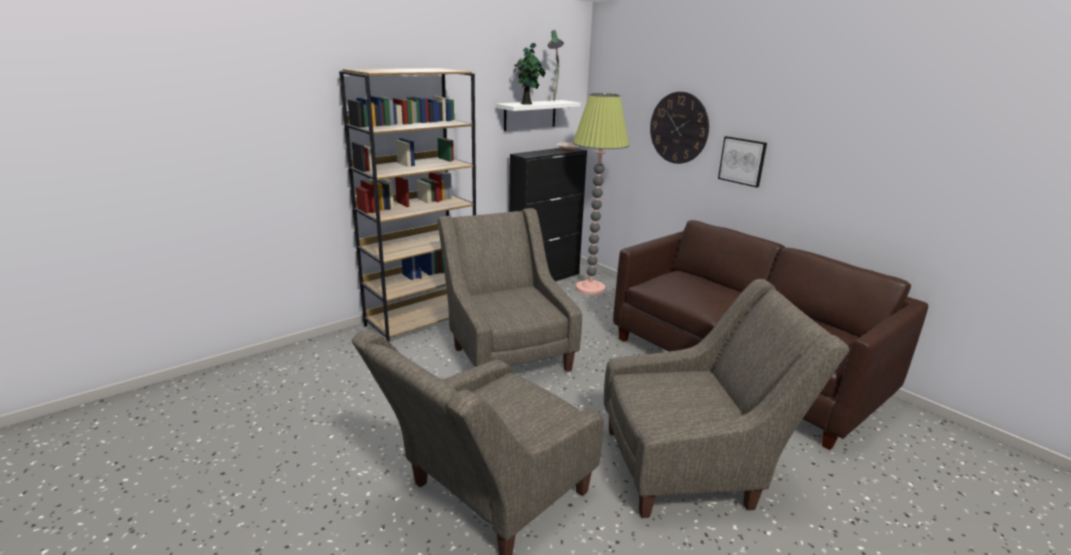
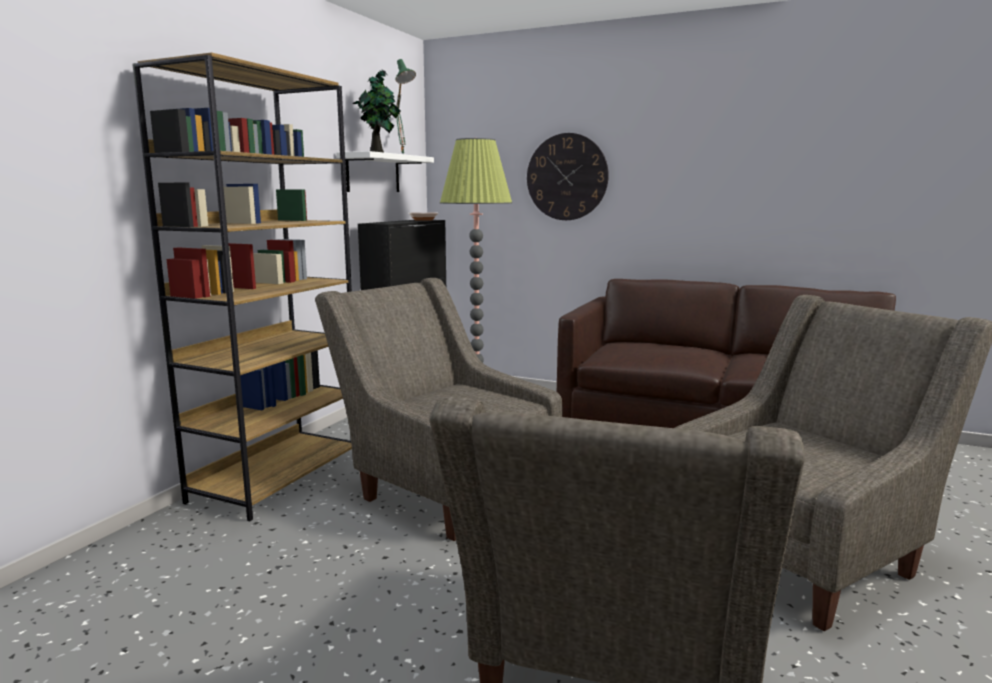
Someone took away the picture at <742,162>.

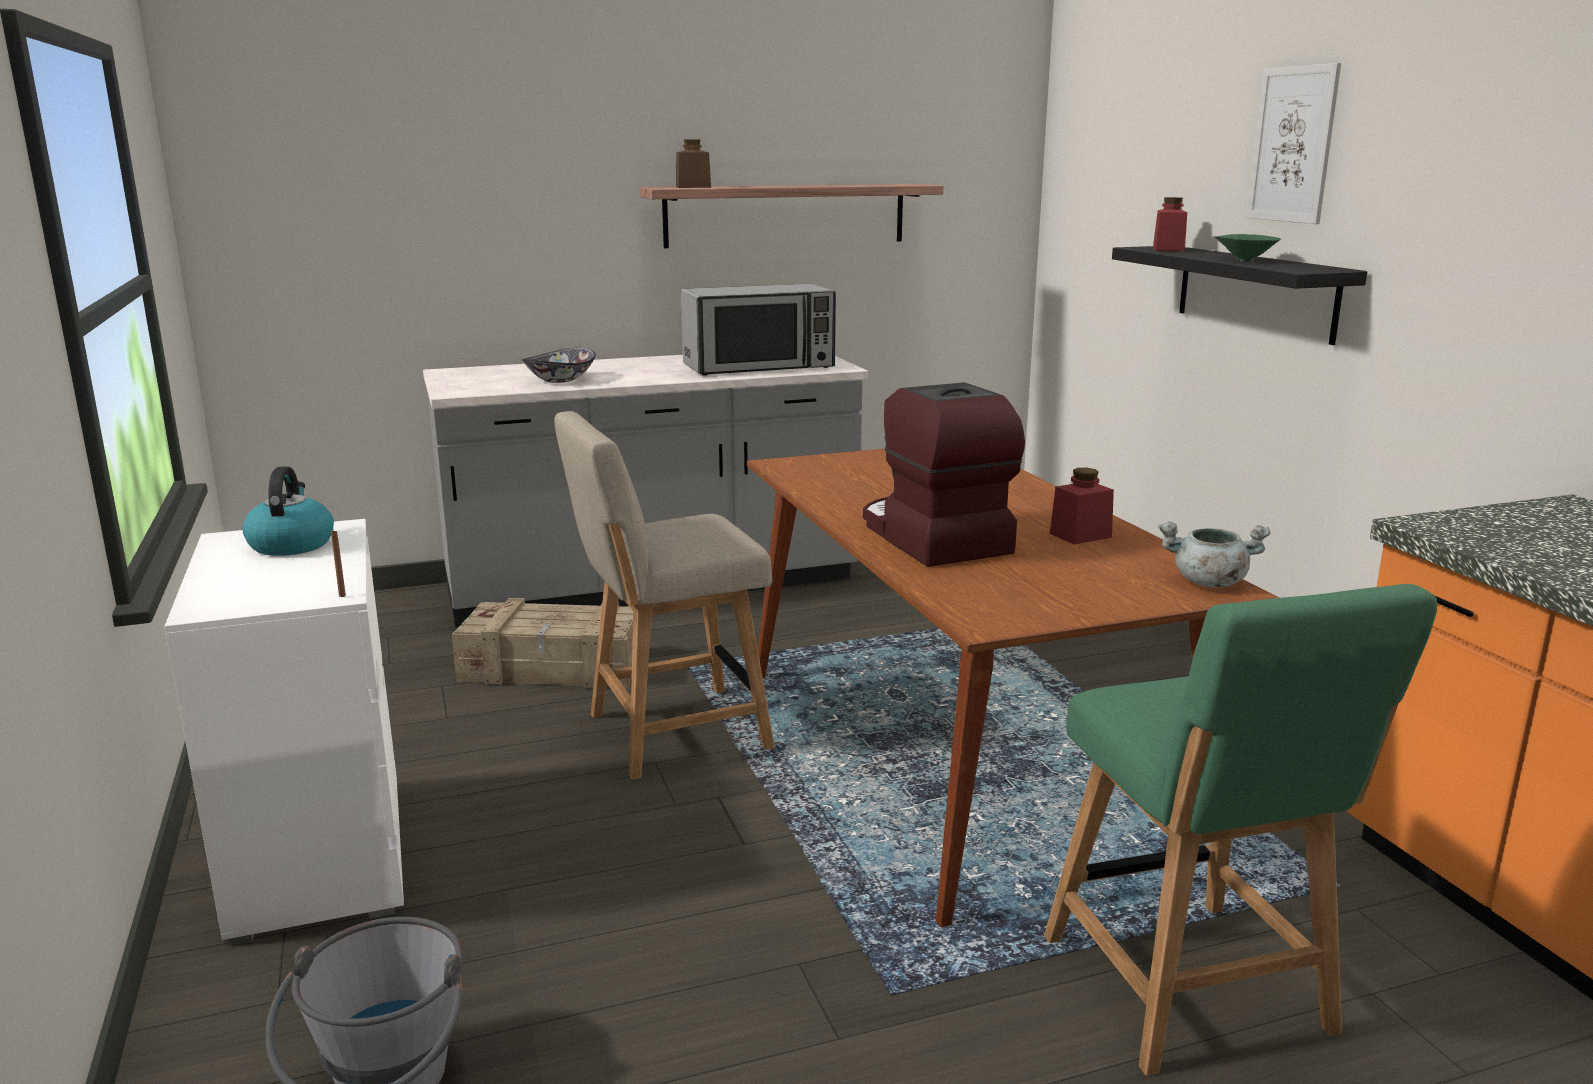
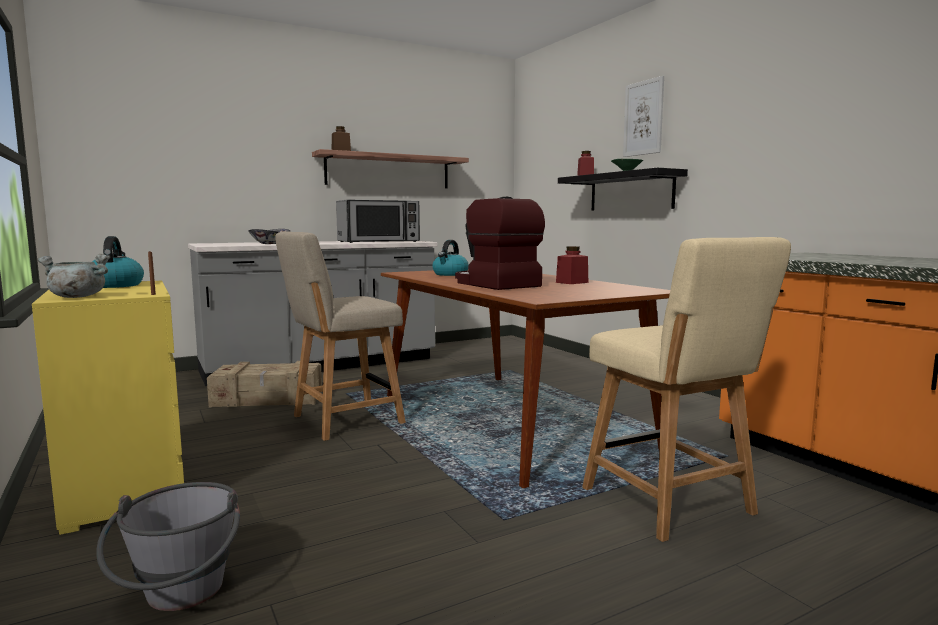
Someone repainted the white dresser at <284,732>, which became the yellow dresser at <108,407>.
Someone carried the grey cooking pot from <1214,554> to <74,276>.
Someone put down the kettle at <450,258>.
Someone repainted the green chair at <1240,830>, which became the beige chair at <686,389>.

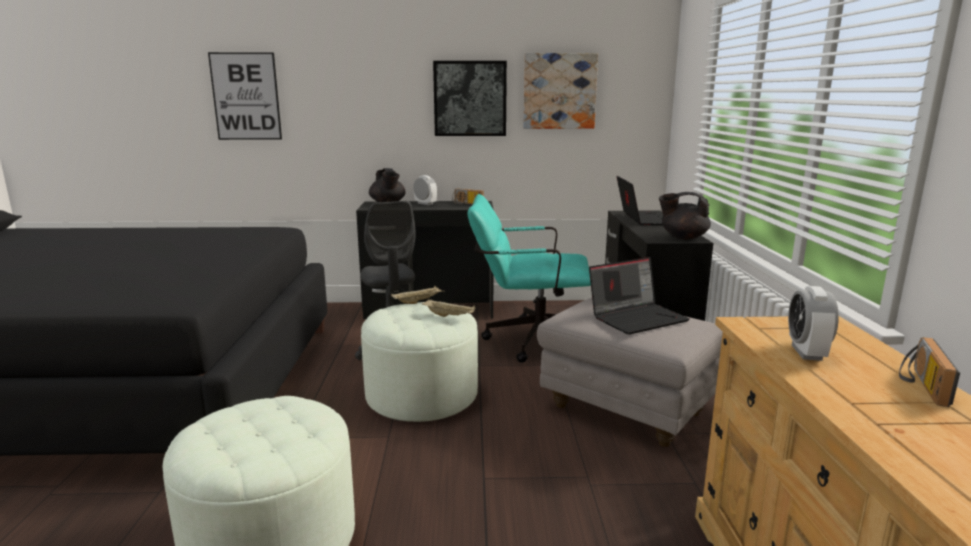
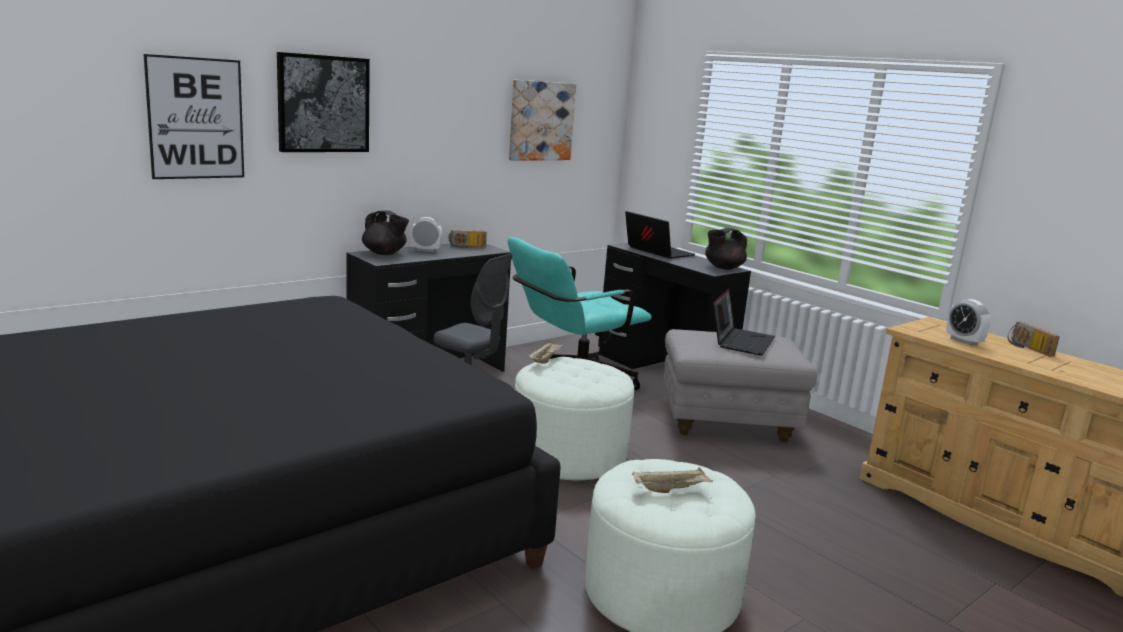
Someone carried the picture from <470,98> to <323,102>.
Someone carried the beige tray from <449,308> to <672,480>.

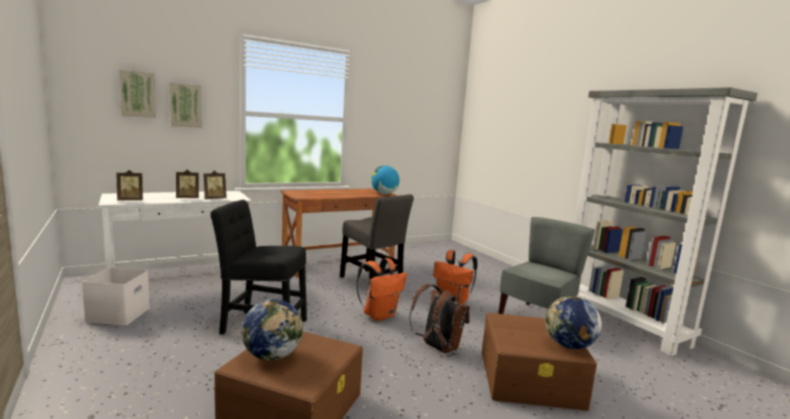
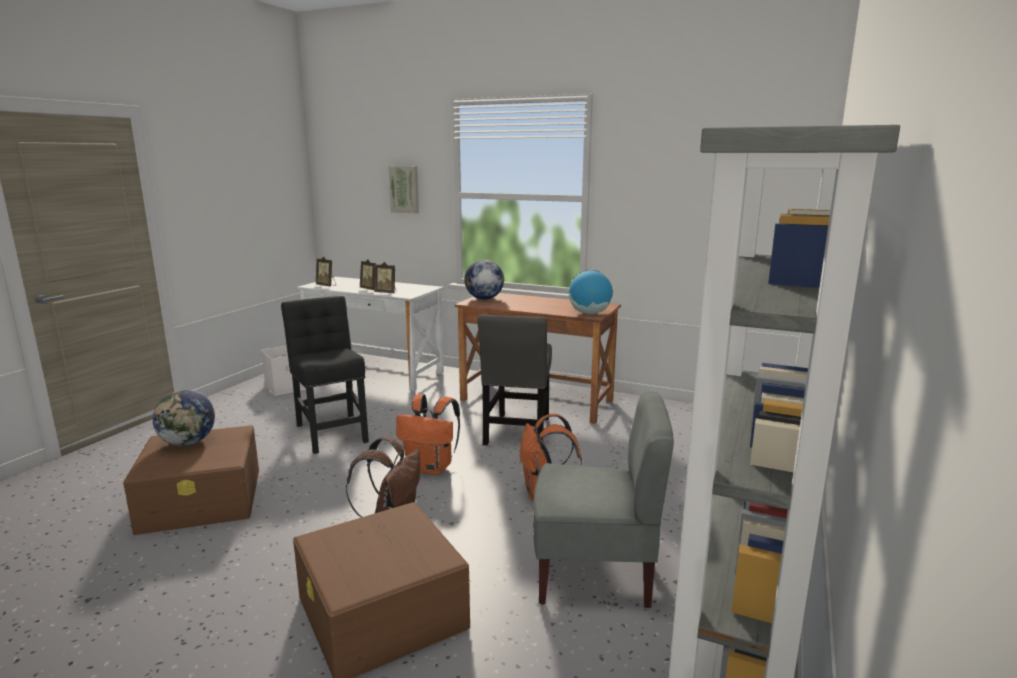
Someone carried the globe from <573,322> to <484,280>.
Someone took away the picture at <137,94>.

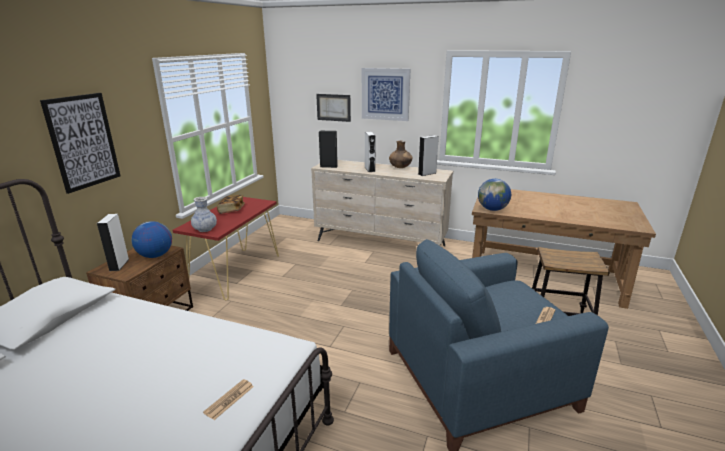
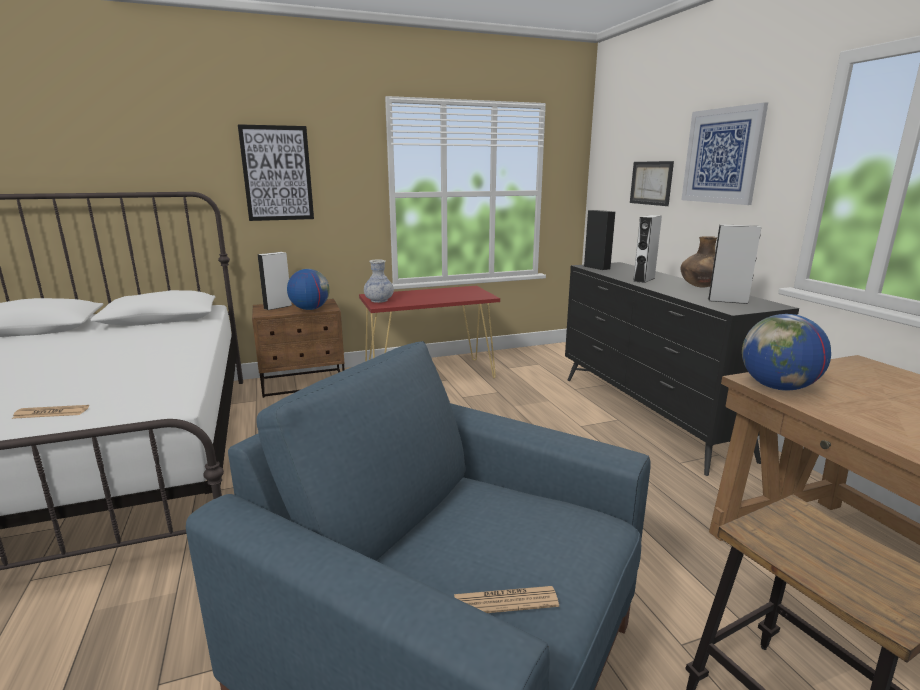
Someone repainted the beige dresser at <382,203>, which became the black dresser at <682,369>.
Someone took away the book at <231,204>.

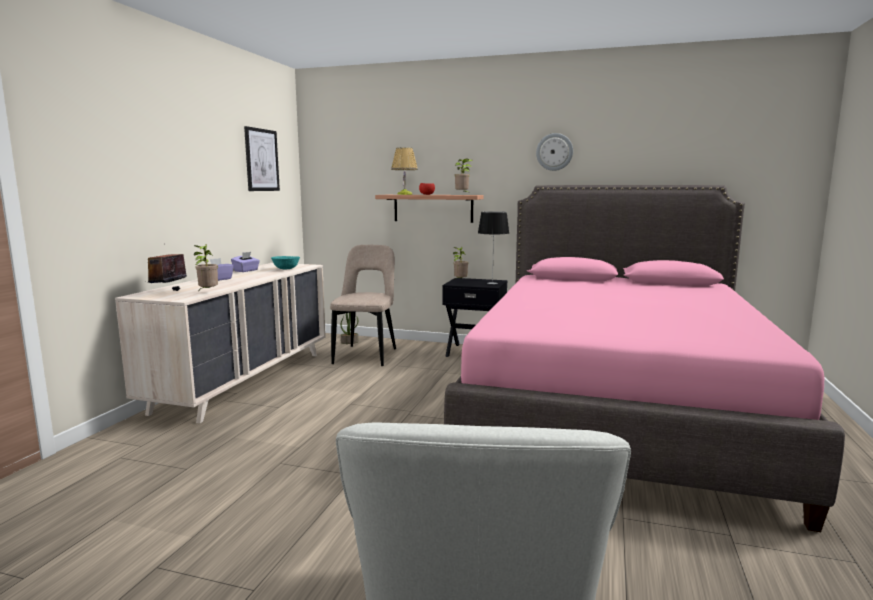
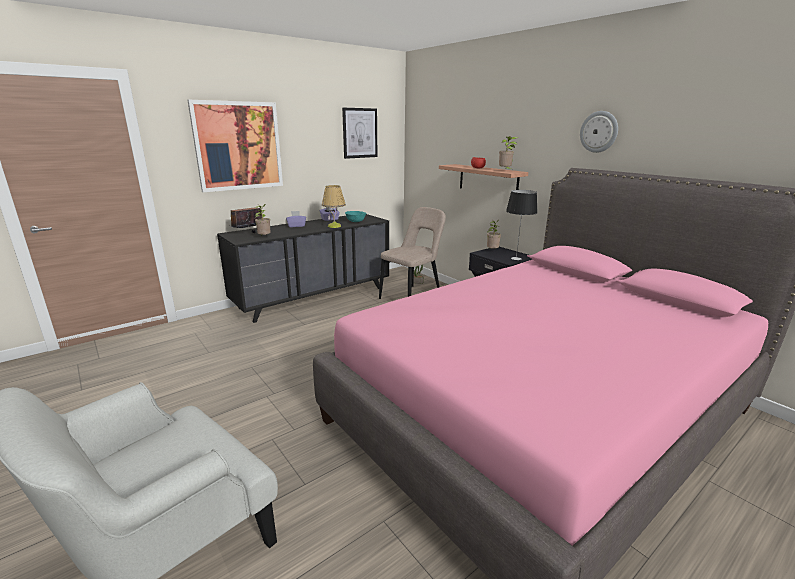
Someone put up the picture at <235,146>.
Someone repainted the beige dresser at <220,343>, which became the black dresser at <303,268>.
Someone carried the table lamp from <404,171> to <334,206>.

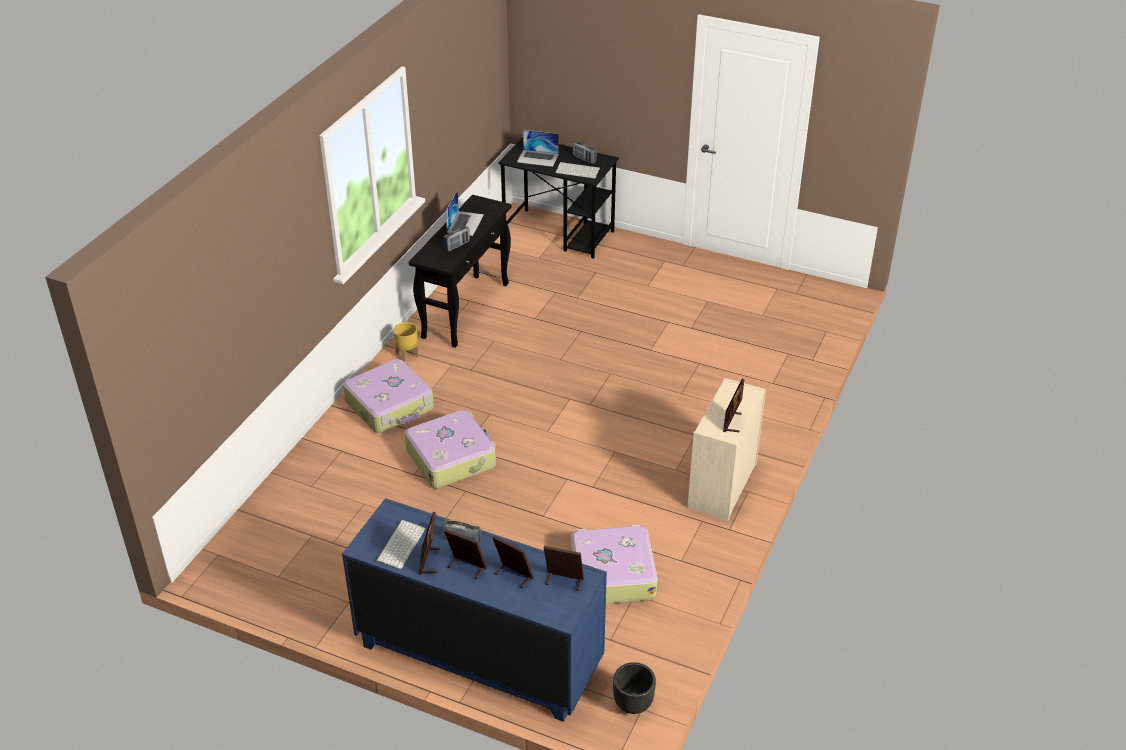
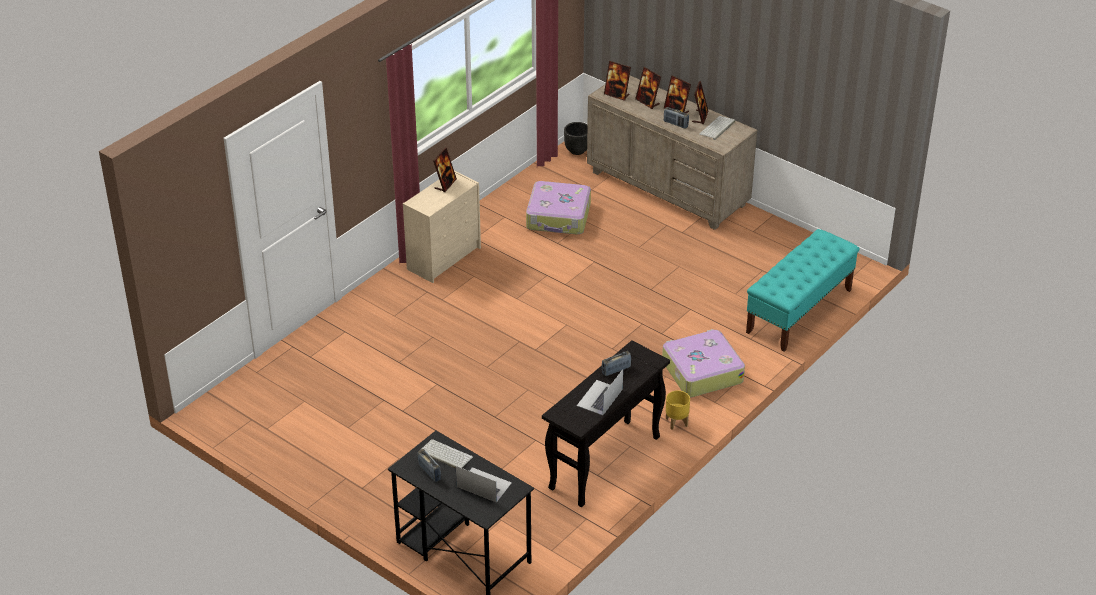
Someone repainted the blue dresser at <474,610>, which became the beige dresser at <672,153>.
Someone put down the turquoise bench at <803,290>.
Someone took away the suitcase at <450,449>.

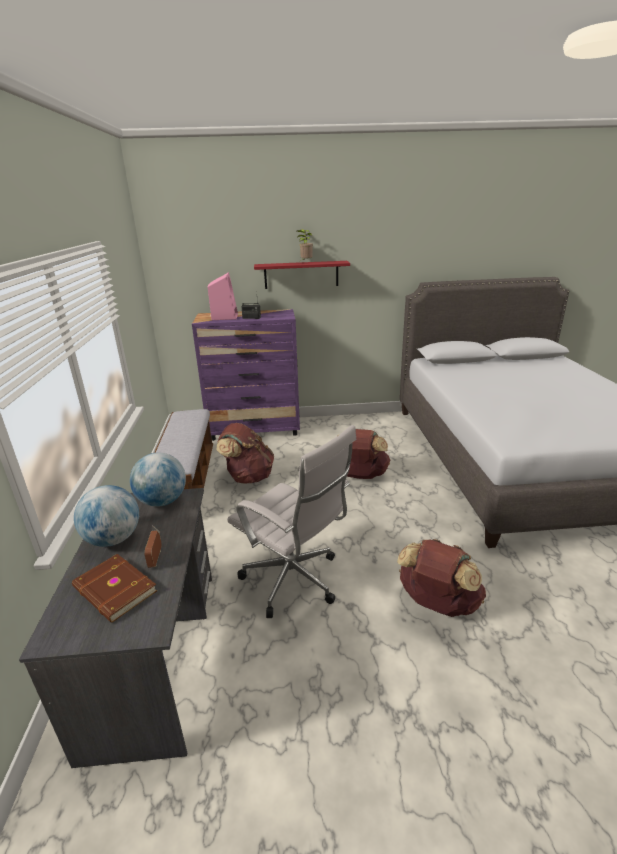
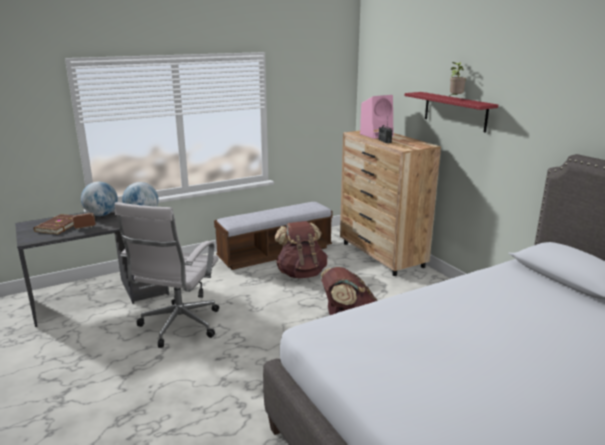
Someone repainted the purple dresser at <246,375>, which became the brown dresser at <390,202>.
Someone took away the brown backpack at <441,578>.

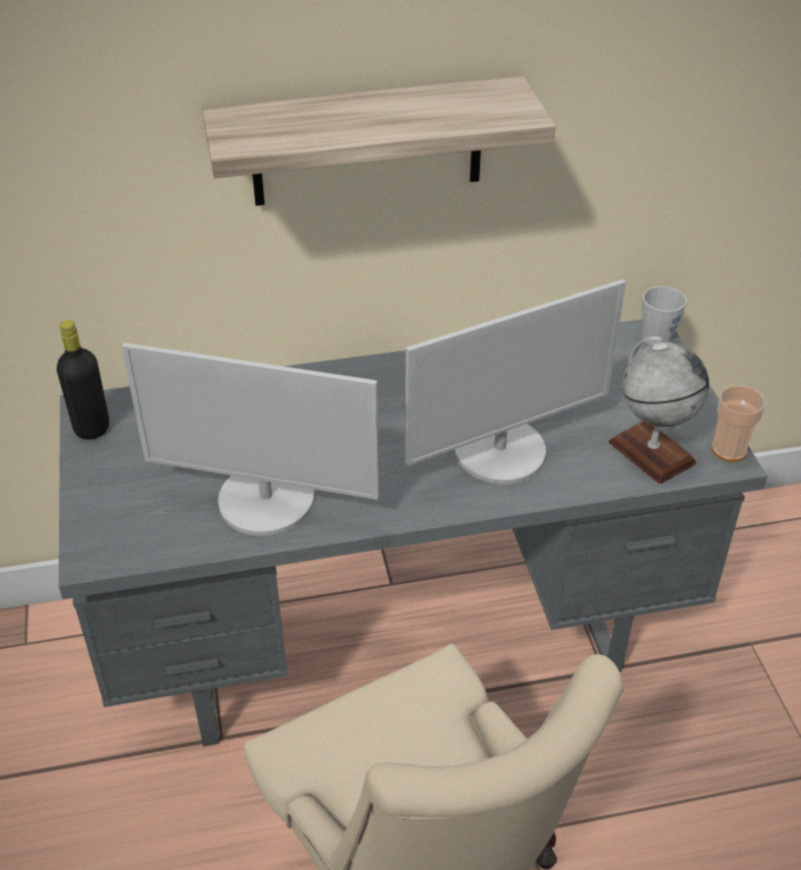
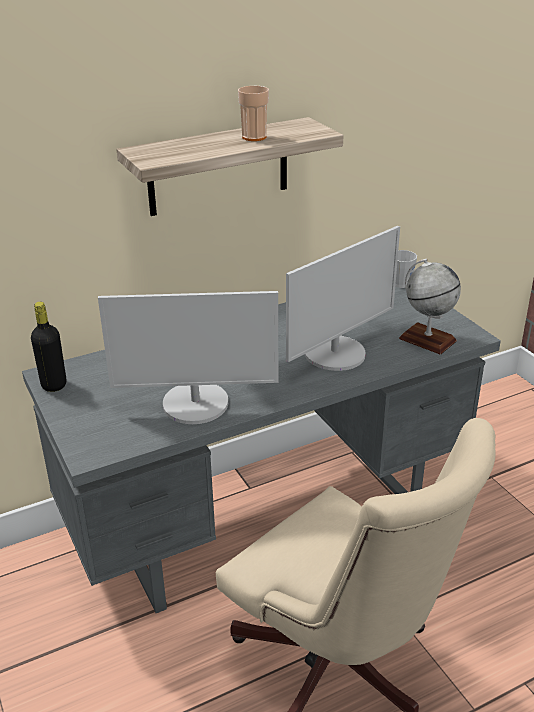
Someone carried the cup from <738,423> to <253,113>.

